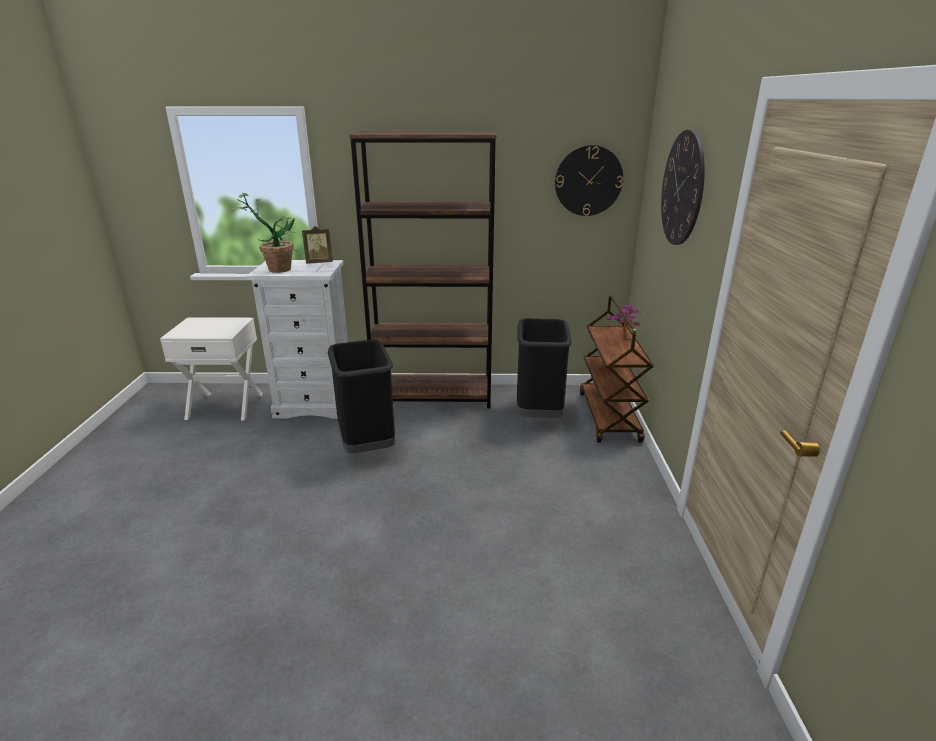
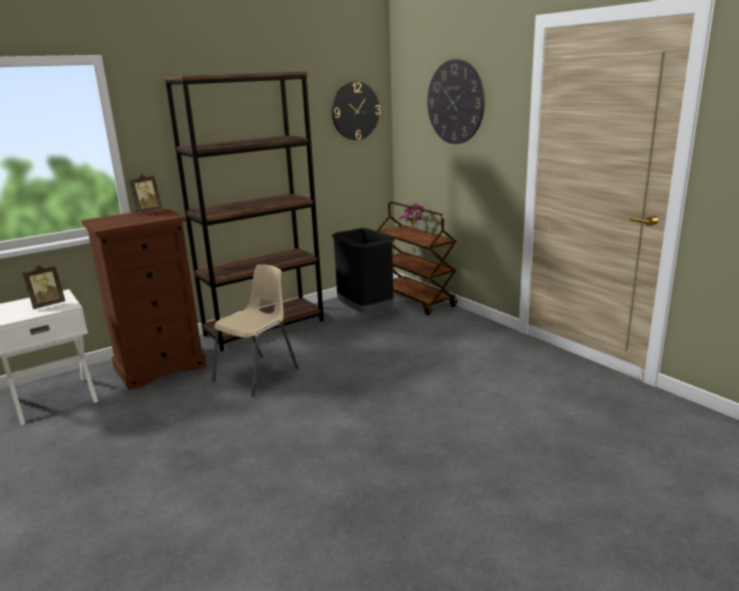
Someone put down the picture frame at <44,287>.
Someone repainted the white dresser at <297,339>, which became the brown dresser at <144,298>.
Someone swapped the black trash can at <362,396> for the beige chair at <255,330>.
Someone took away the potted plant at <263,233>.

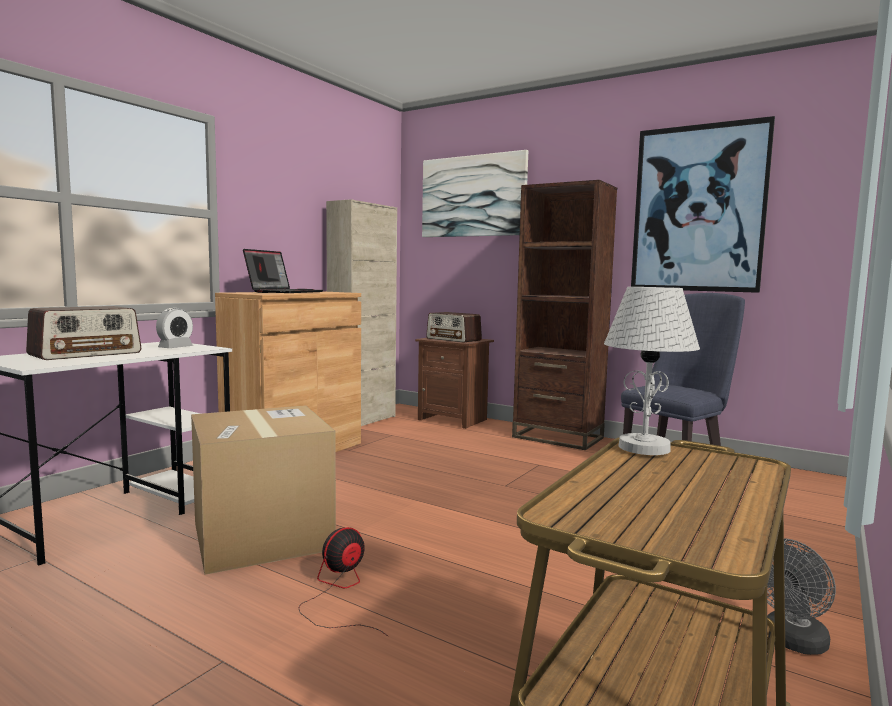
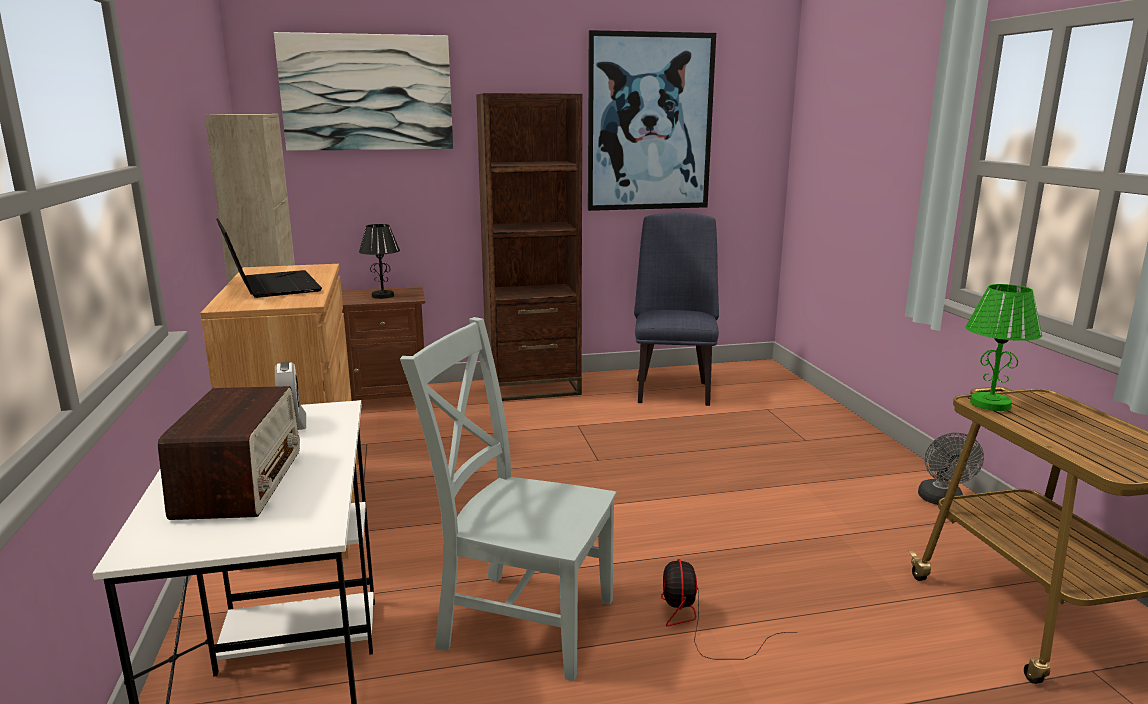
Someone swapped the radio at <454,327> for the black table lamp at <379,261>.
Someone swapped the cardboard box at <263,490> for the grey chair at <508,499>.
Someone repainted the white table lamp at <652,371>, which became the green table lamp at <1003,347>.

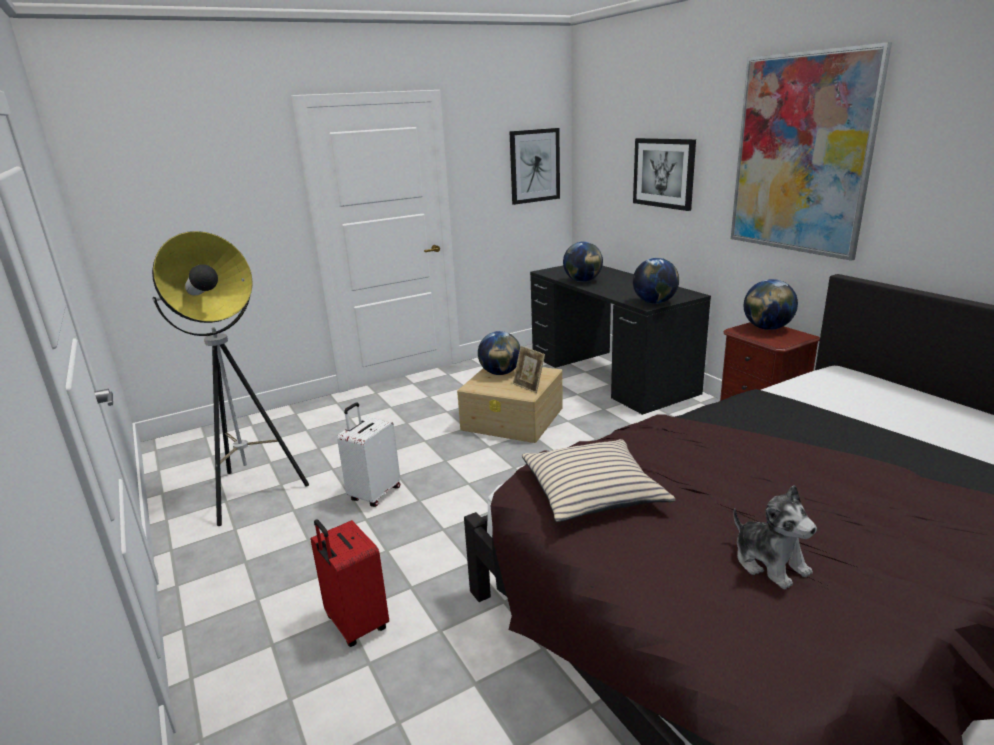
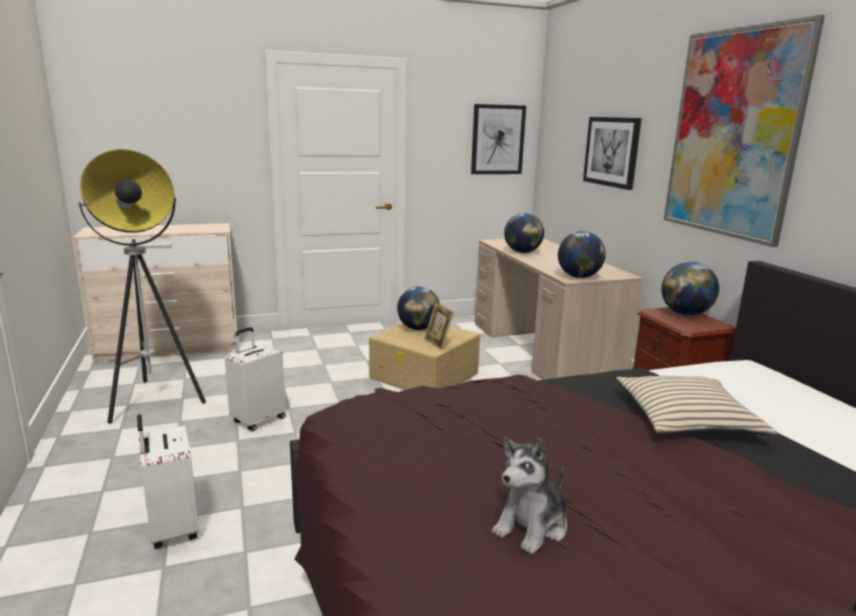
Someone put down the beige dresser at <155,293>.
Someone repainted the red suitcase at <349,583>, which became the white suitcase at <168,481>.
Someone repainted the black desk at <620,340>, which became the beige desk at <559,309>.
Someone rotated the plush toy at <775,537> by 60 degrees clockwise.
Someone carried the beige pillow from <599,480> to <697,406>.

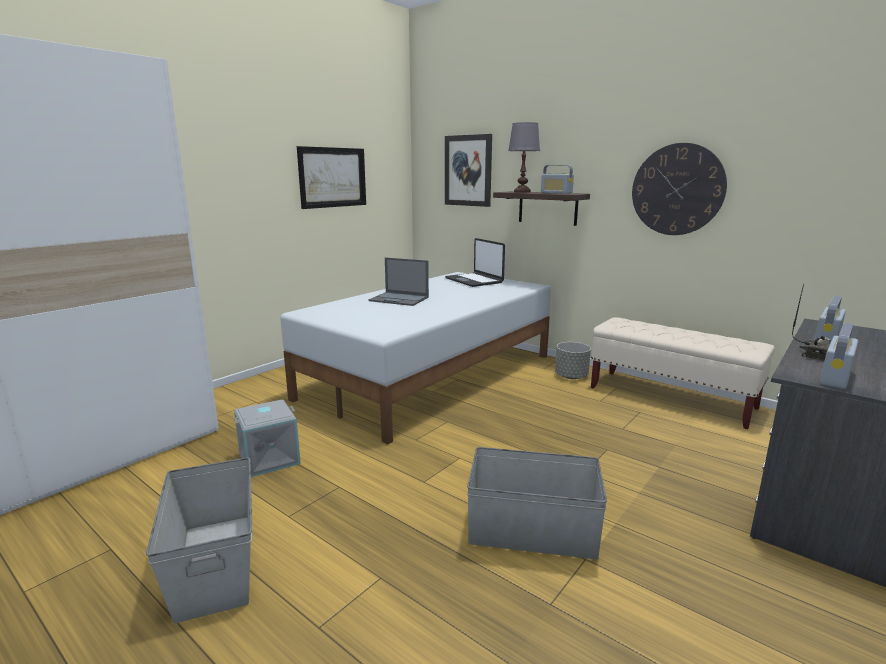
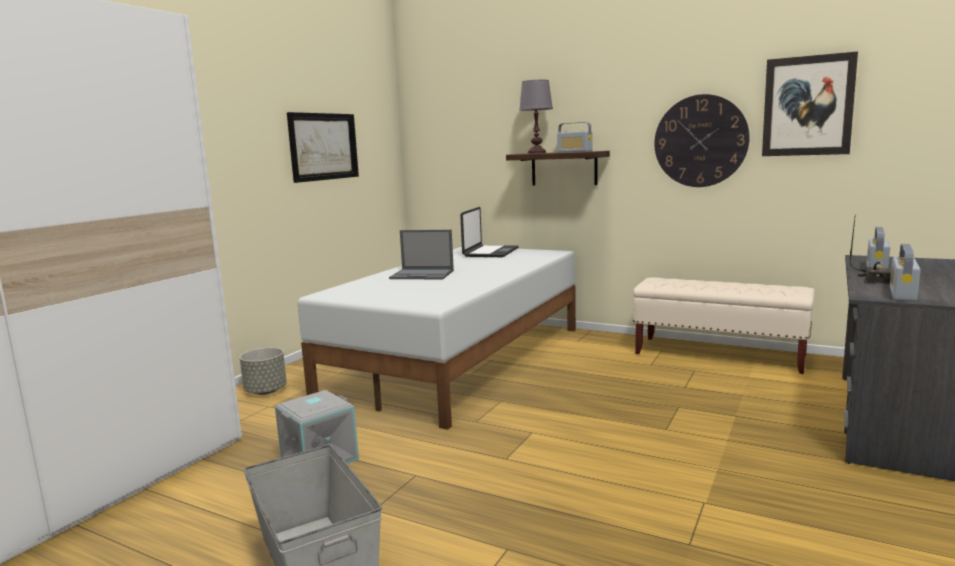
Someone carried the grey planter from <573,360> to <263,371>.
Someone rotated the laptop at <475,262> by 120 degrees counterclockwise.
Someone carried the picture from <468,170> to <810,103>.
Someone took away the grey storage box at <537,503>.

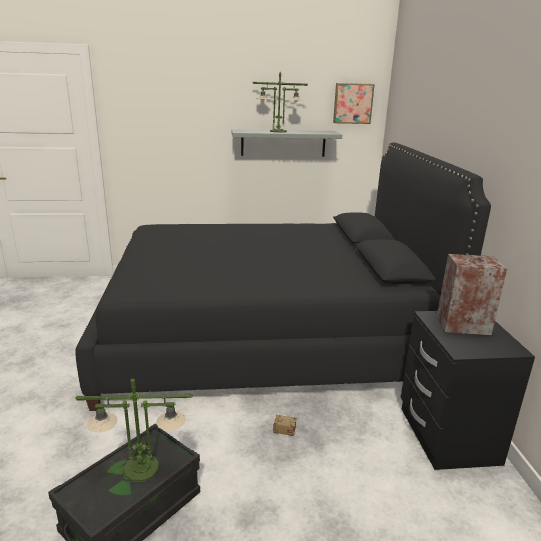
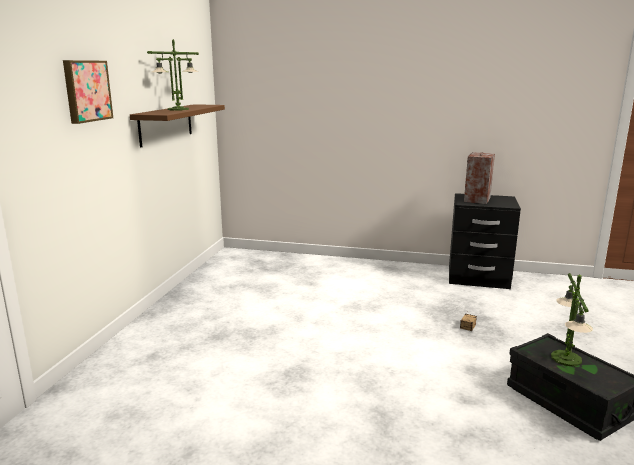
Someone carried the picture from <354,103> to <88,92>.
Someone repainted the grey shelf at <287,143>, which became the brown shelf at <177,126>.
Someone took away the black bed at <283,276>.

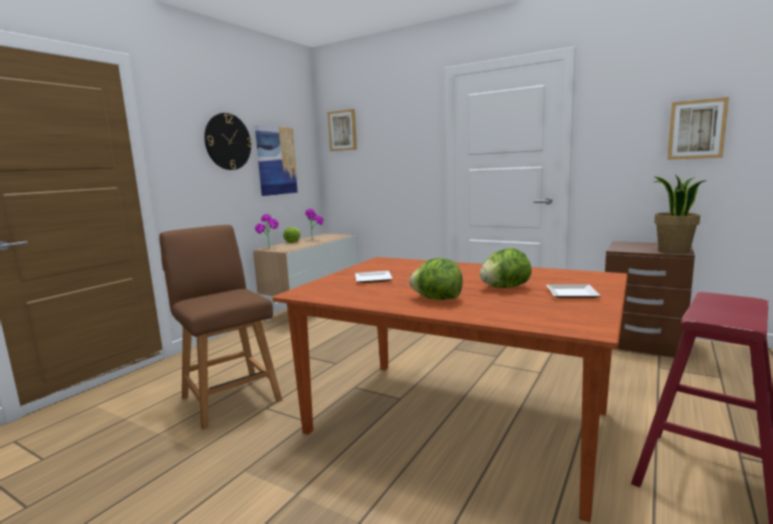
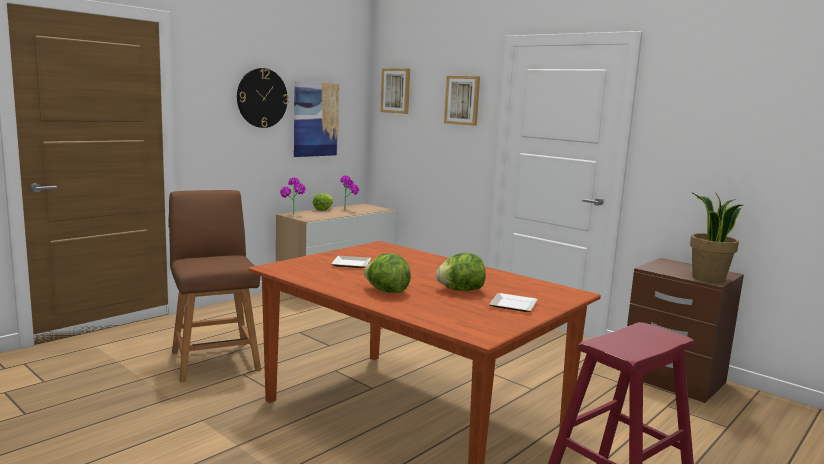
Someone carried the picture from <698,128> to <462,101>.

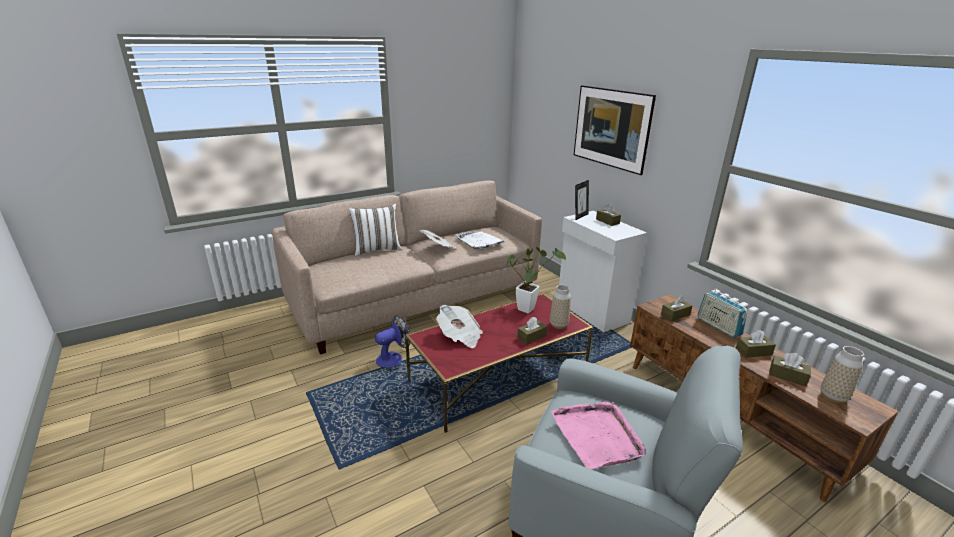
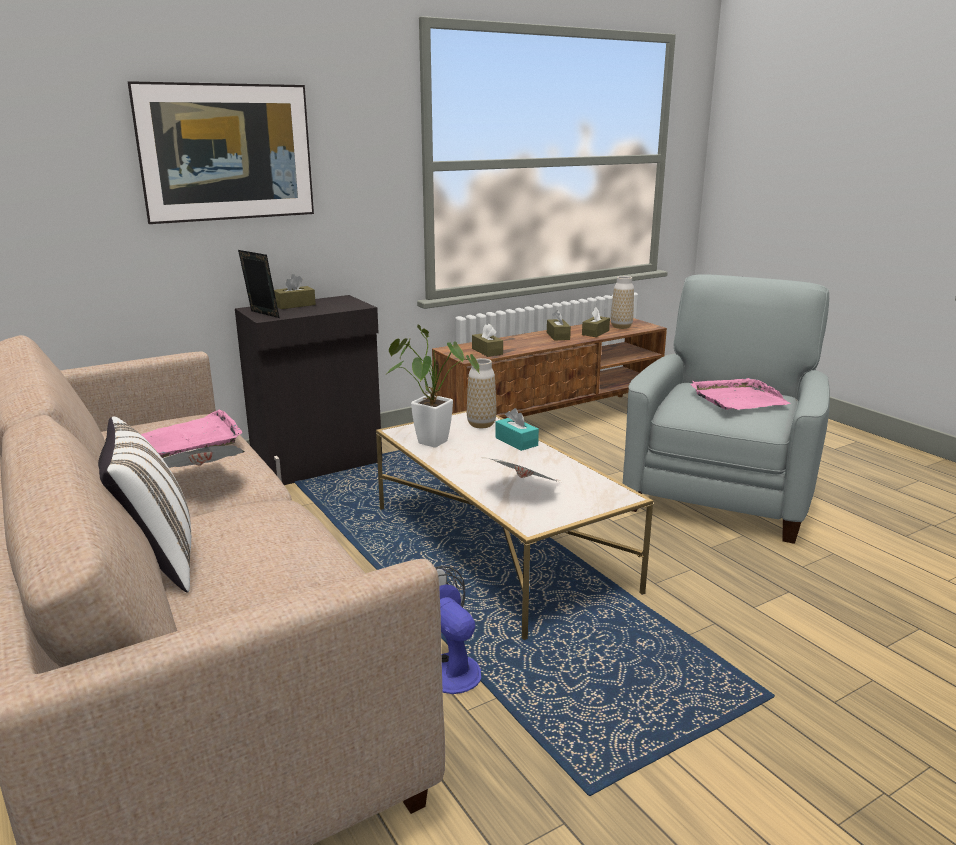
Someone repainted the white tray at <480,240>, which became the pink tray at <191,434>.
Someone repainted the white cabinet at <603,271>, which became the black cabinet at <308,390>.
Someone repainted the red coffee table at <499,363>, which became the white coffee table at <514,525>.
Someone repainted the brown tissue box at <532,331>, which became the turquoise tissue box at <517,429>.
Someone took away the radio at <722,313>.

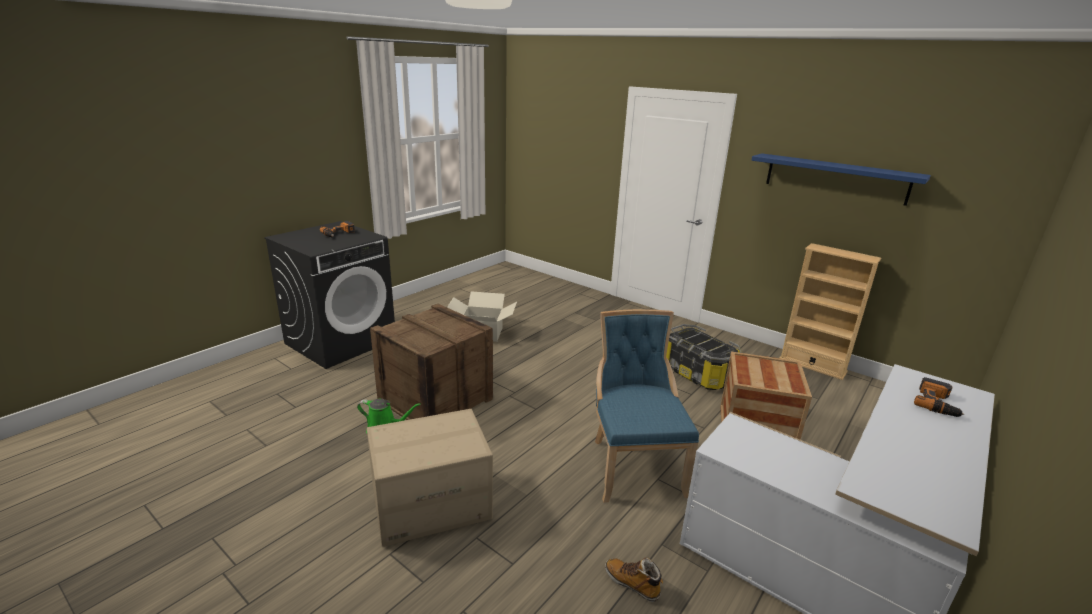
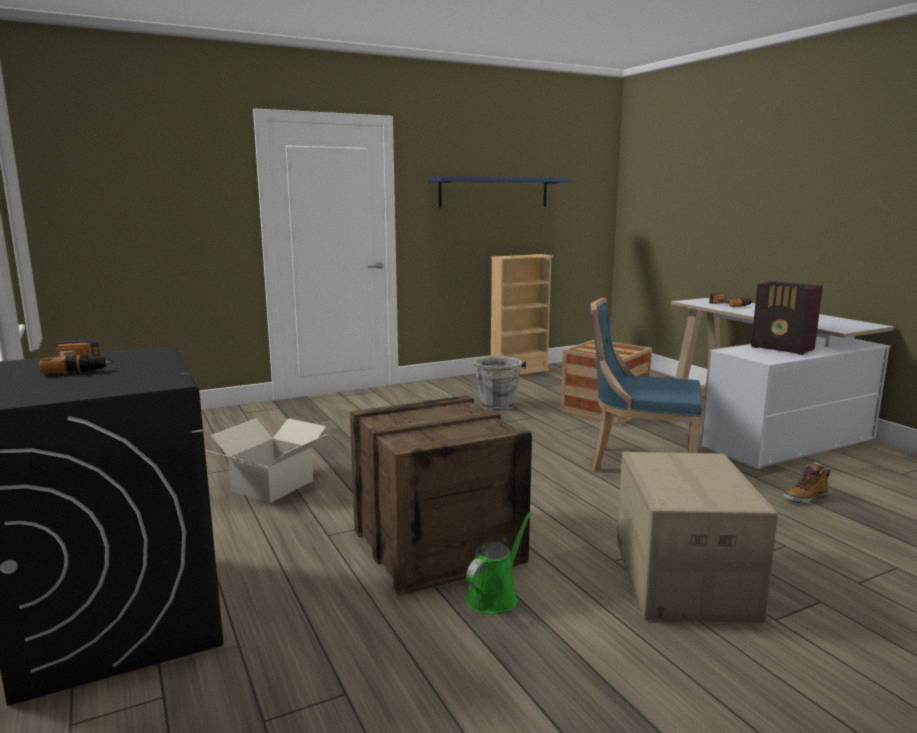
Someone swapped the storage box at <704,357> for the grey bucket at <499,383>.
Someone put down the radio at <787,318>.

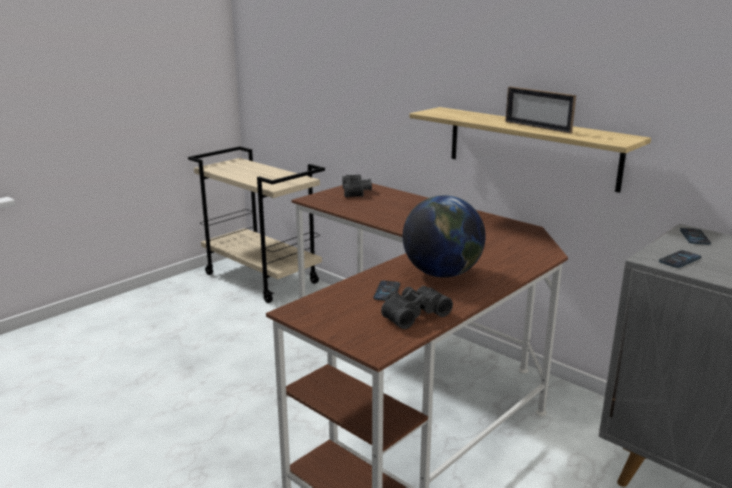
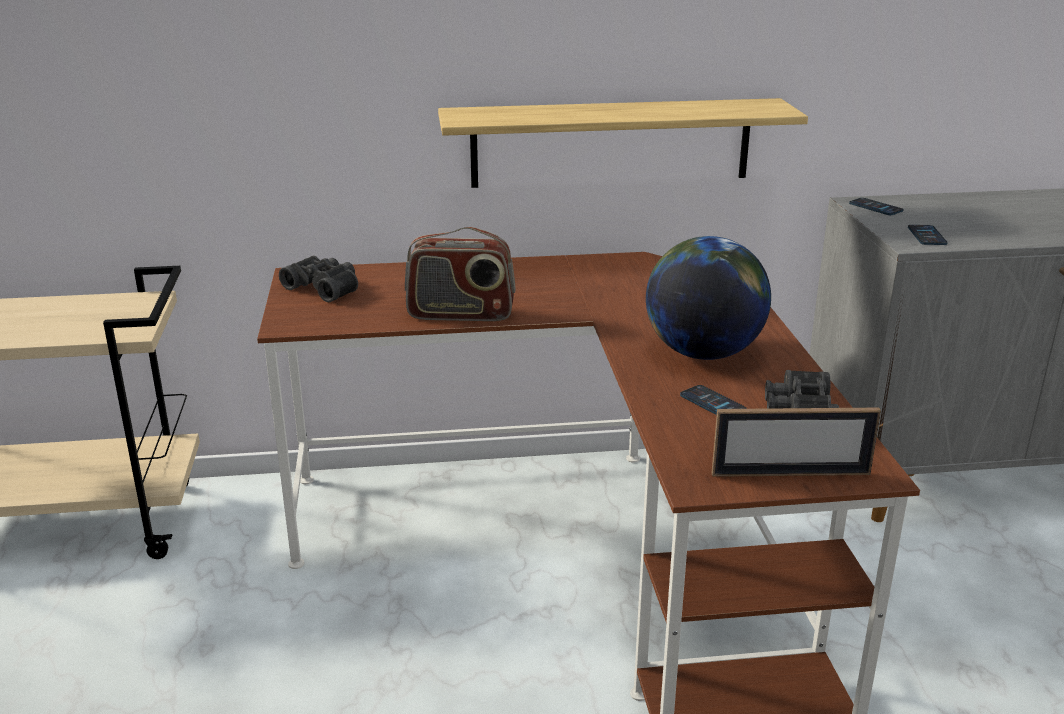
Someone put down the radio at <460,274>.
Someone carried the picture frame from <540,110> to <796,442>.

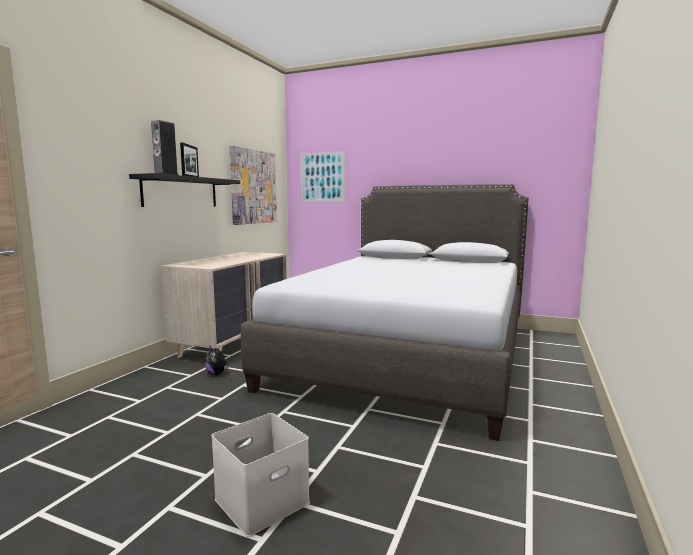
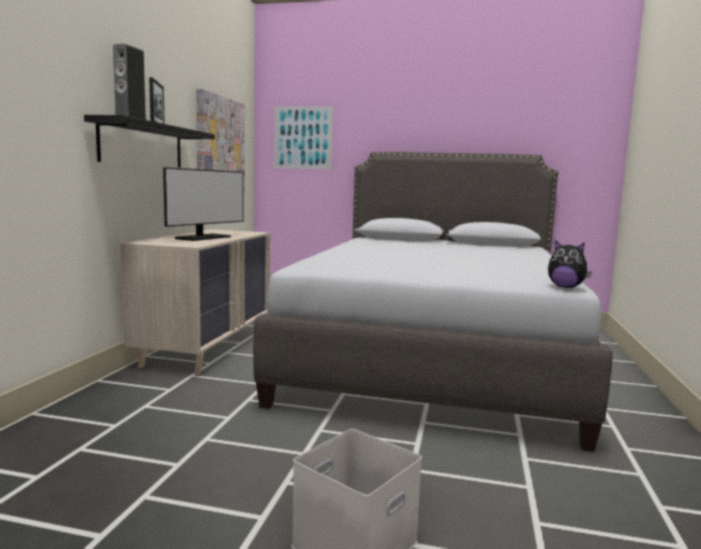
Someone put down the monitor at <203,204>.
Someone carried the plush toy from <217,360> to <570,264>.

